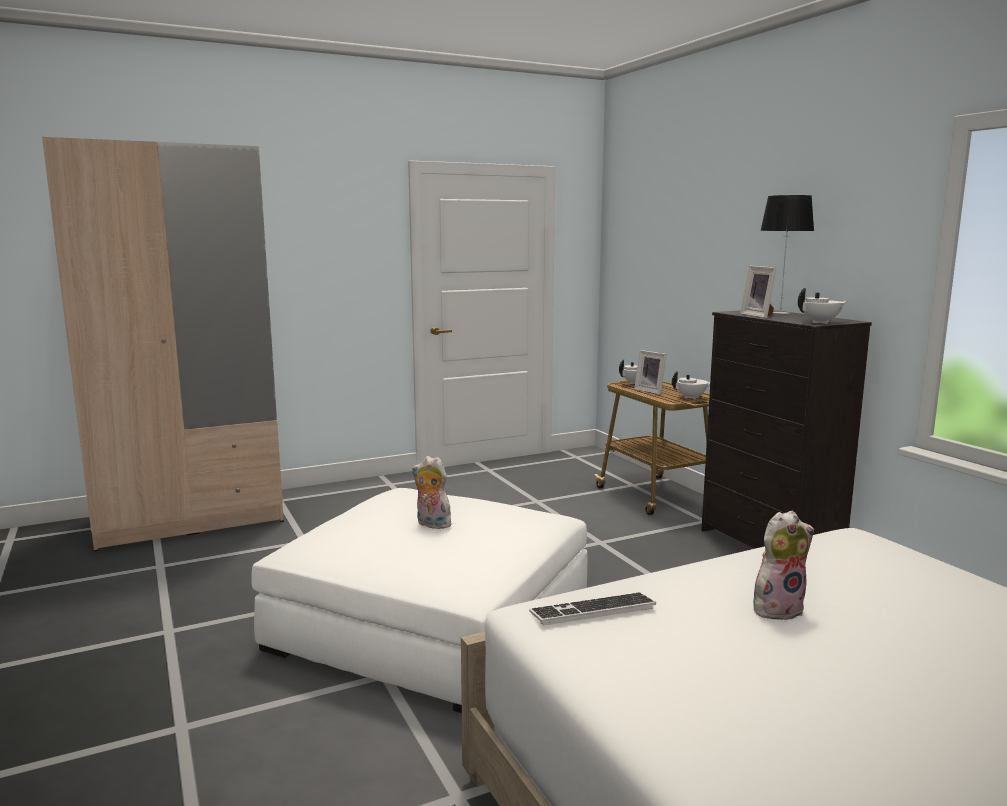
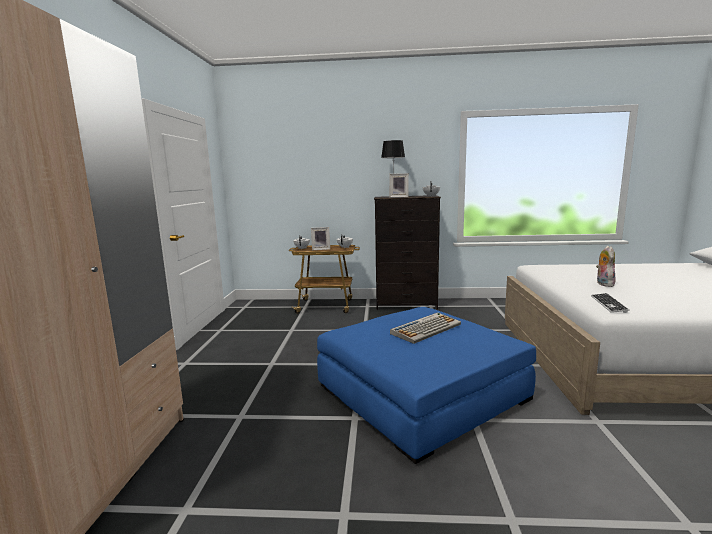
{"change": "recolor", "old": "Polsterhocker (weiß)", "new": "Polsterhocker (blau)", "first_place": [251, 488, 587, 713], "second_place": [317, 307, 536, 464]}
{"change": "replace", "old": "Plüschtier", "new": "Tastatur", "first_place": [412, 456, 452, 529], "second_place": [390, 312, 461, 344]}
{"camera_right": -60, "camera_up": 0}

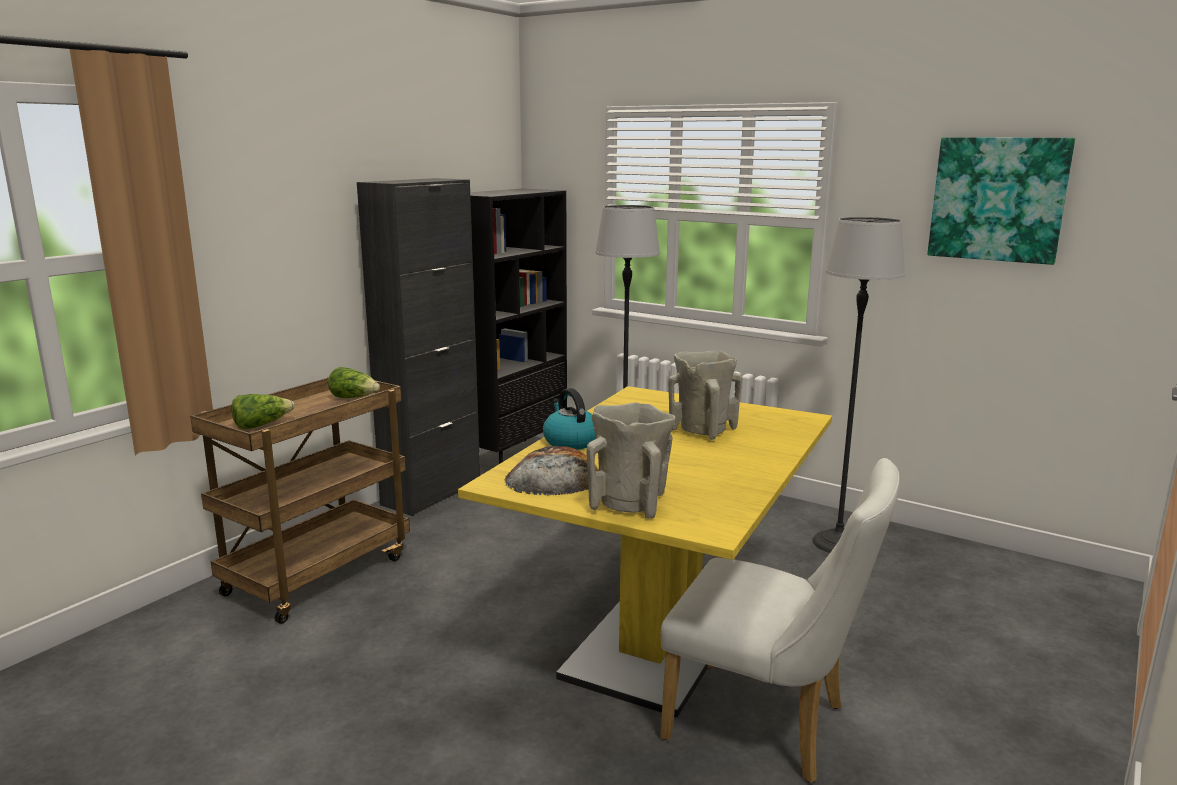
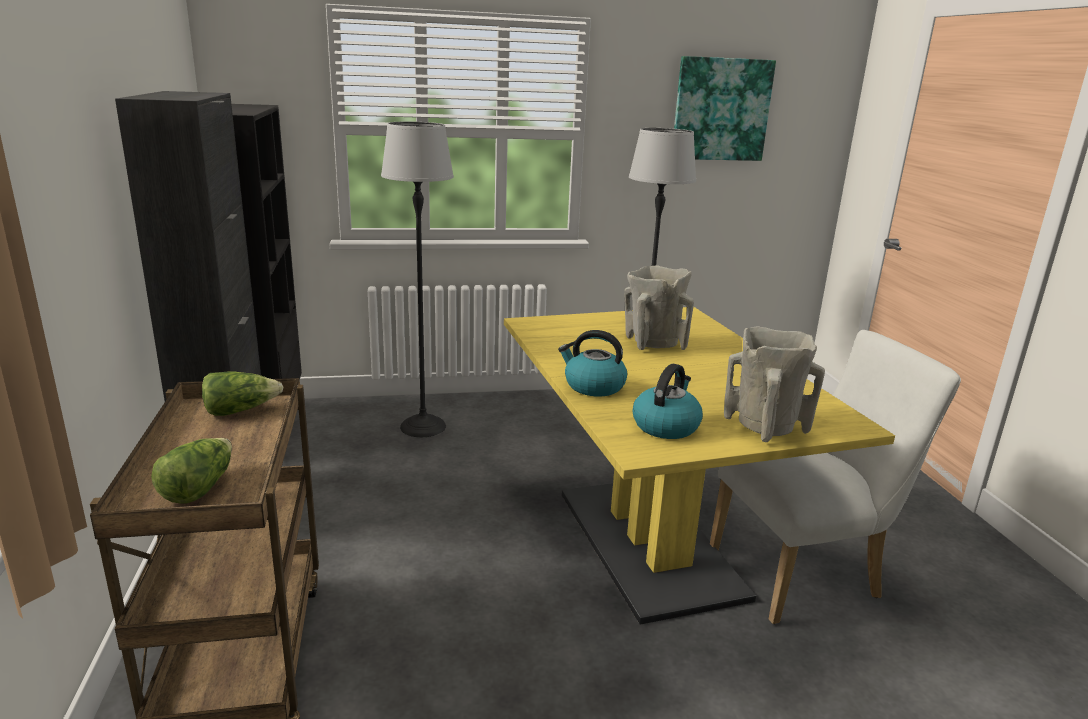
{"change": "replace", "old": "Brot", "new": "Wasserkessel", "first_place": [505, 446, 599, 495], "second_place": [633, 364, 703, 439]}
{"camera_right": -45, "camera_up": 5}

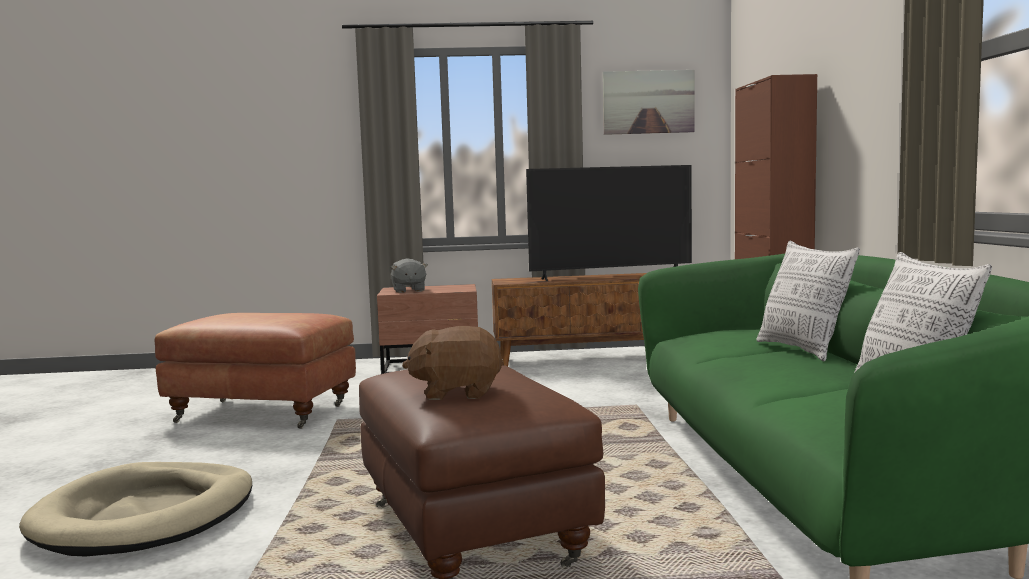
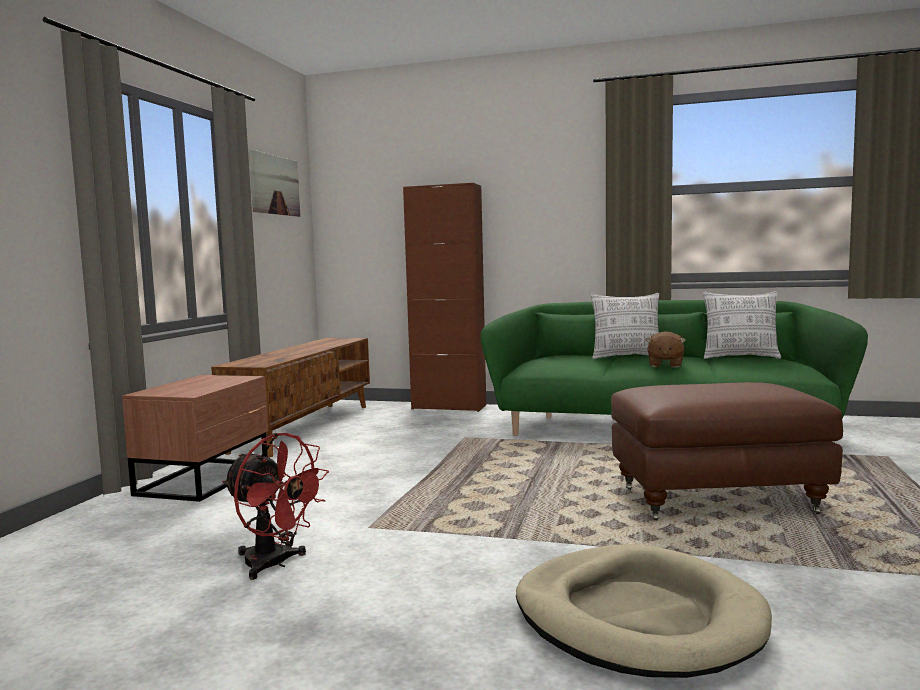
{"change": "replace", "old": "Polsterhocker (braun)", "new": "Ventilator (rot)", "first_place": [155, 313, 356, 429], "second_place": [223, 433, 329, 580]}
{"change": "move", "old": "Plüschtier (braun)", "first_place": [402, 326, 504, 400], "second_place": [645, 331, 686, 368]}
{"change": "delete", "old": "Plüschtier (grau)", "first_place": [391, 258, 428, 293]}
{"change": "delete", "old": "Fernseher", "first_place": [526, 165, 692, 281]}
{"camera_right": -70, "camera_up": 0}

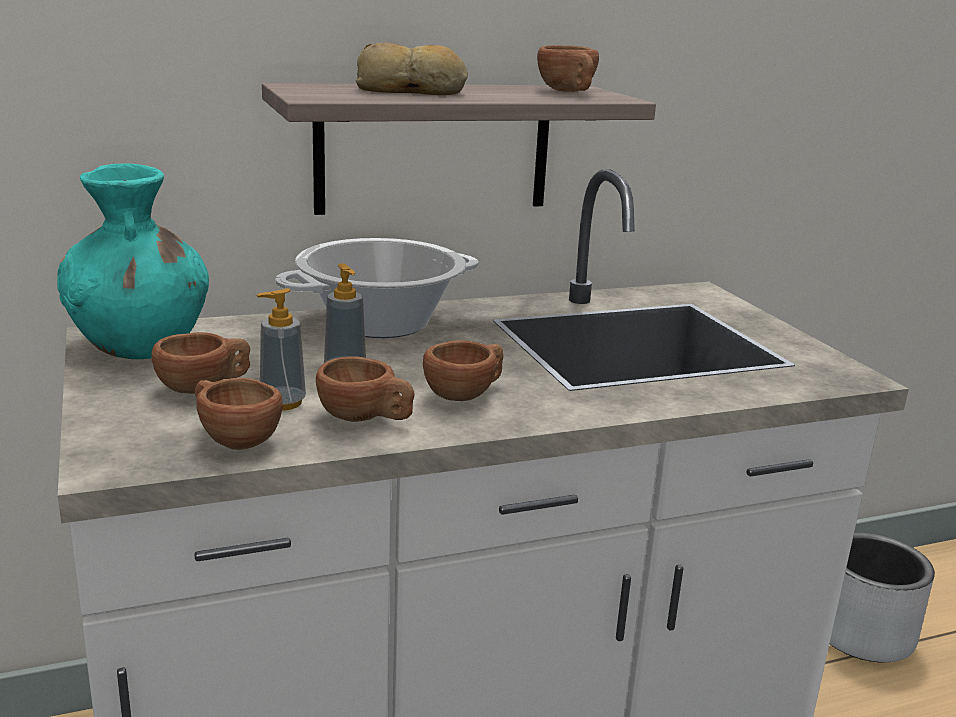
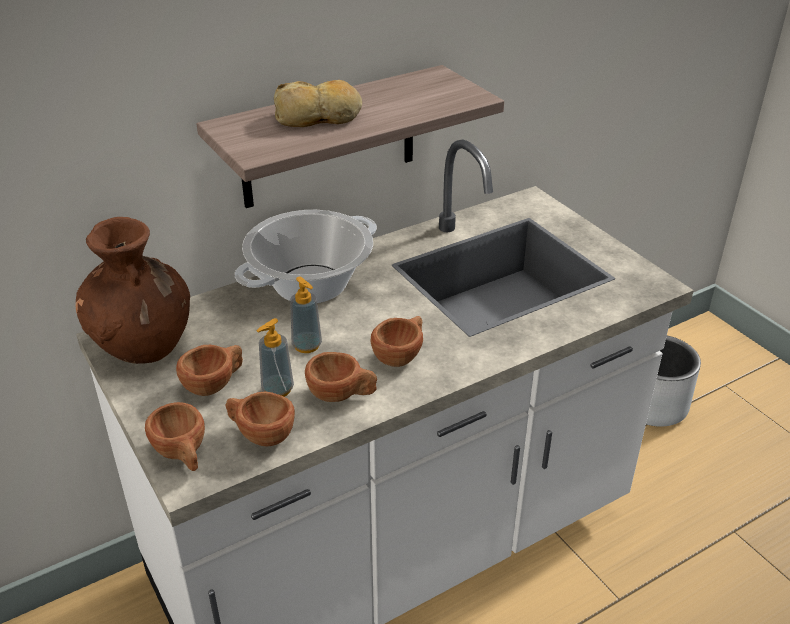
{"change": "recolor", "old": "Vase (türkis)", "new": "Vase (braun)", "first_place": [57, 163, 209, 359], "second_place": [76, 217, 190, 364]}
{"change": "move", "old": "Tasse (braun)", "first_place": [537, 45, 599, 92], "second_place": [145, 402, 205, 471]}
{"camera_right": -10, "camera_up": 15}

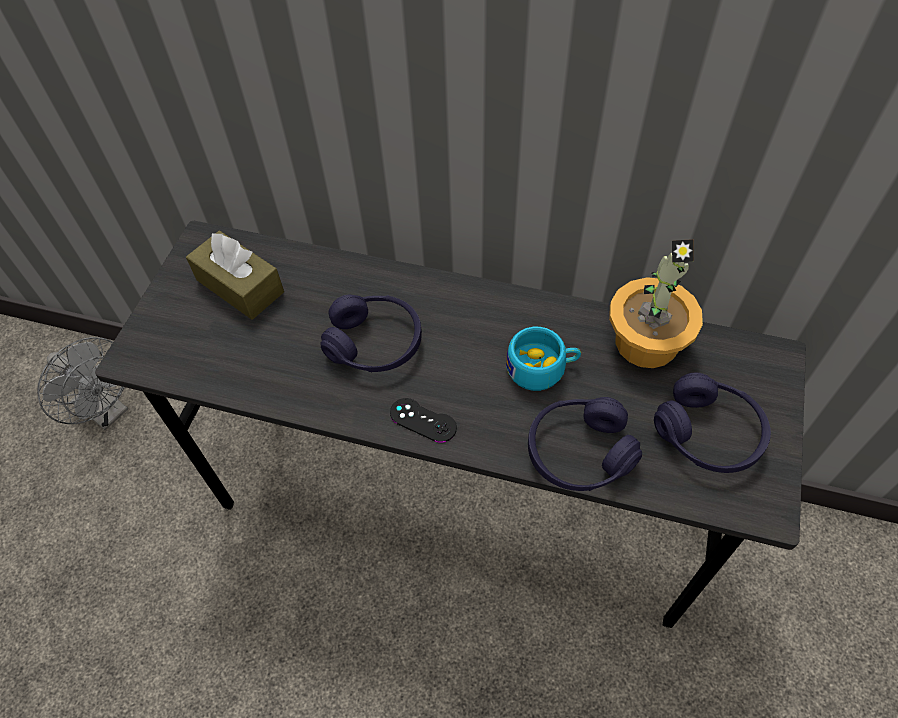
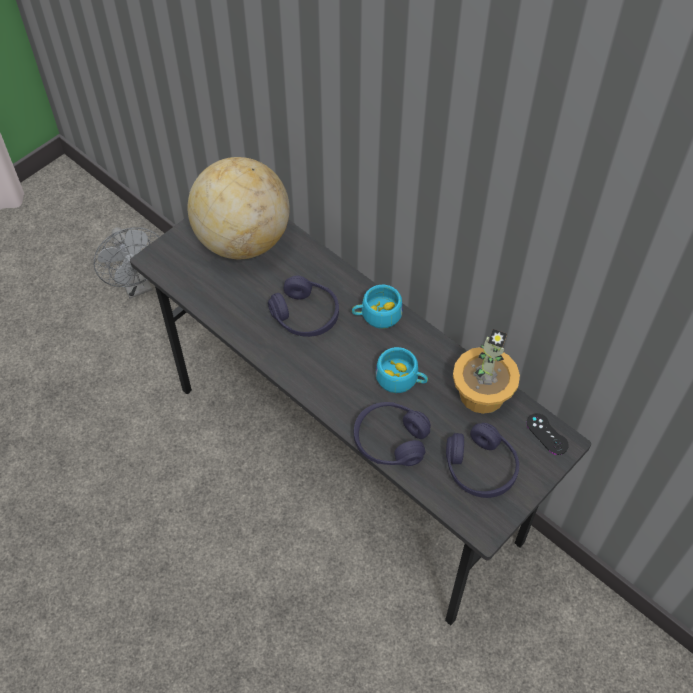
{"change": "replace", "old": "Taschentuchbox (braun)", "new": "Globus", "first_place": [186, 231, 284, 320], "second_place": [188, 157, 290, 259]}
{"change": "insert", "new": "Tasse (türkis)", "second_place": [352, 285, 403, 329]}
{"change": "move", "old": "Gamepad (schwarz)", "first_place": [390, 398, 457, 443], "second_place": [526, 413, 569, 455]}
{"camera_right": 25, "camera_up": 0}

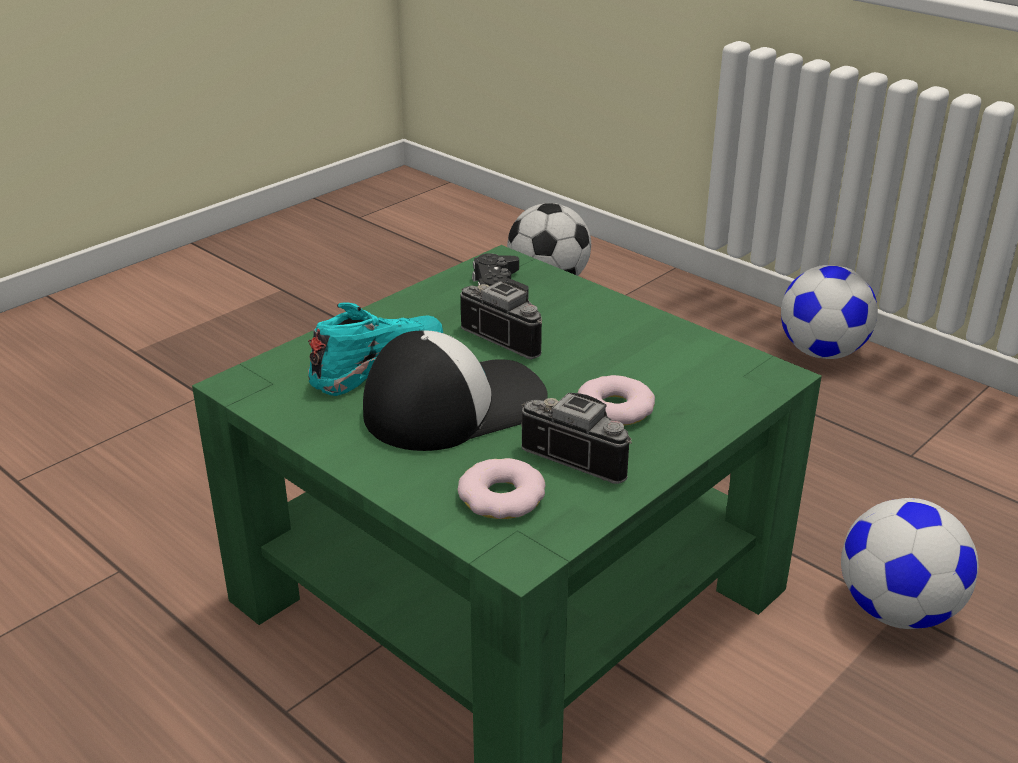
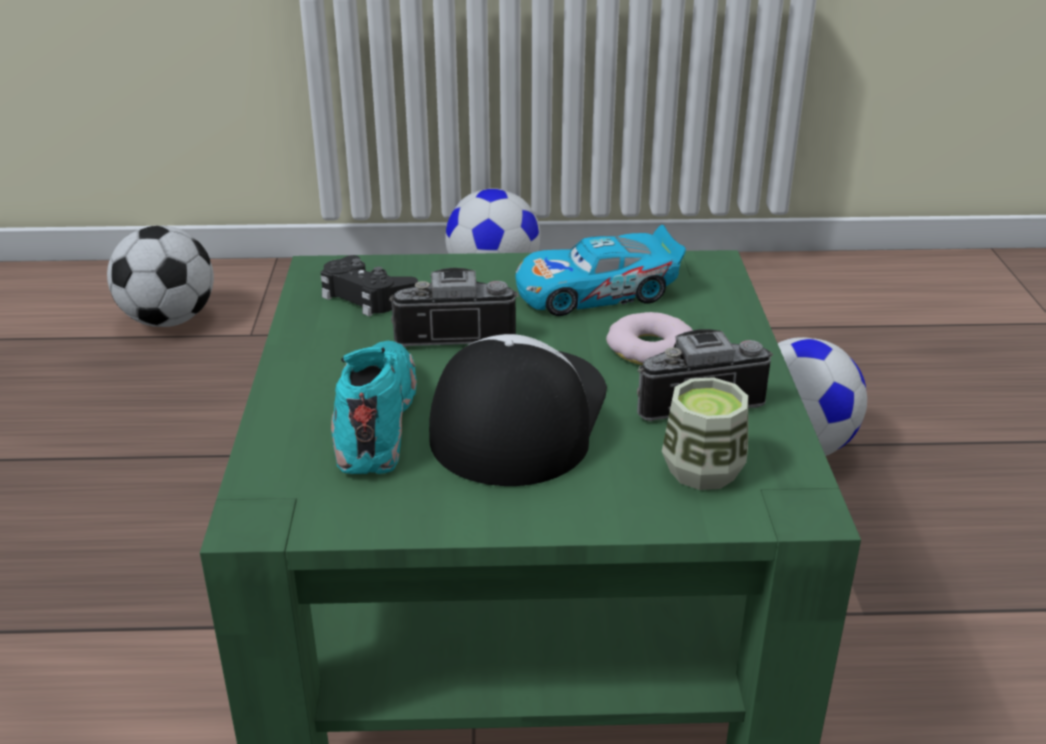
{"change": "insert", "new": "Spielzeugauto", "second_place": [515, 225, 686, 316]}
{"change": "replace", "old": "Donut", "new": "Tasse", "first_place": [458, 458, 545, 519], "second_place": [662, 377, 748, 490]}
{"camera_right": -45, "camera_up": 0}

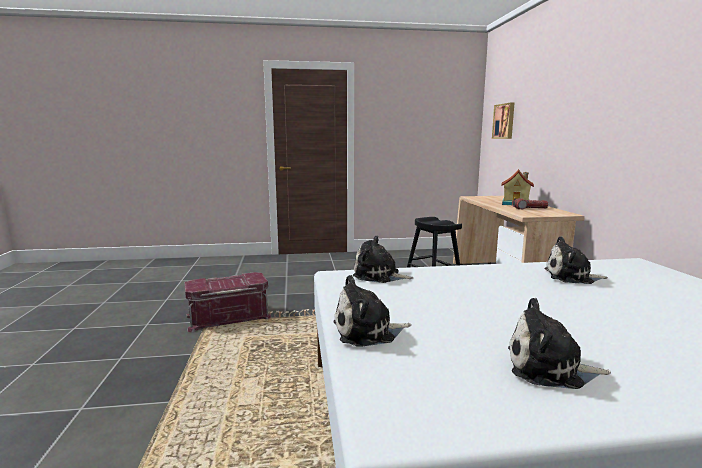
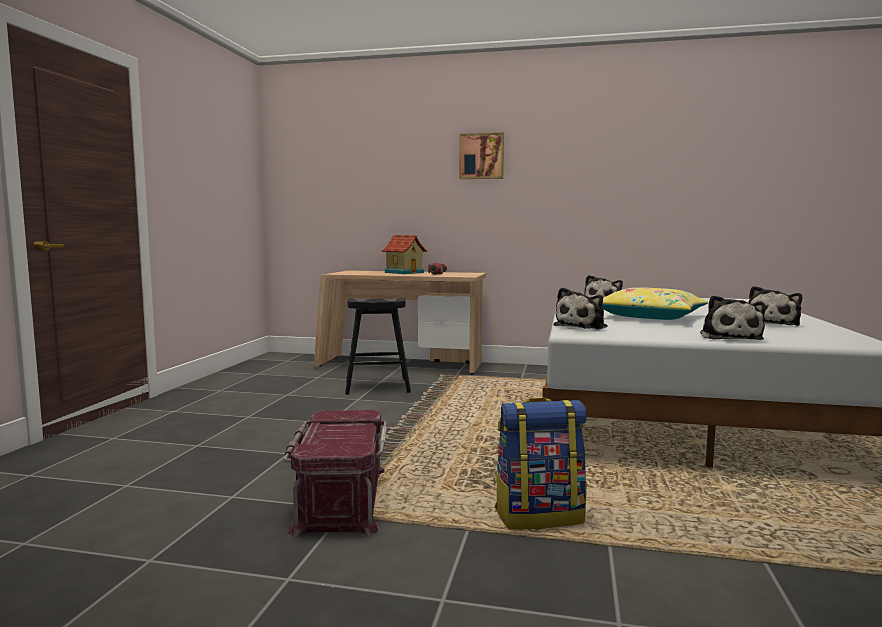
{"change": "move", "old": "Bild", "first_place": [492, 103, 514, 139], "second_place": [459, 133, 504, 179]}
{"change": "insert", "new": "Rucksack", "second_place": [495, 398, 587, 529]}
{"change": "insert", "new": "Kissen (gelb)", "second_place": [602, 287, 708, 320]}
{"camera_right": -70, "camera_up": -5}

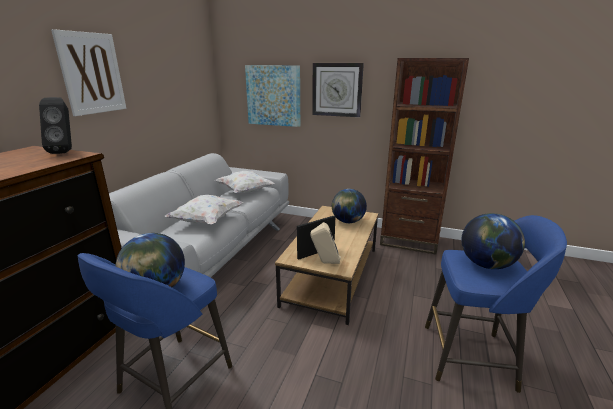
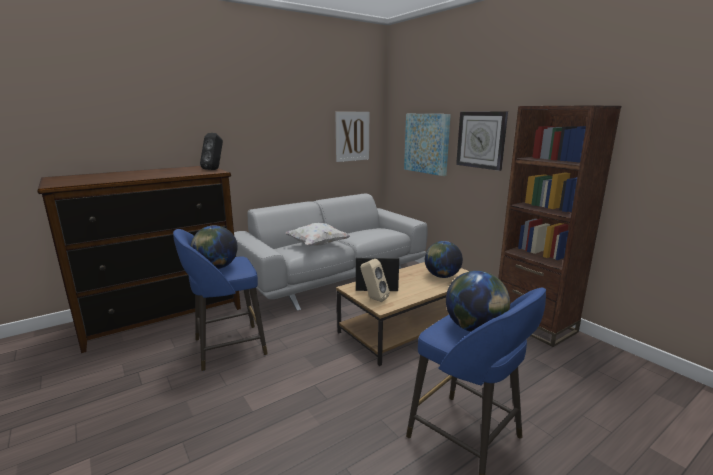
{"change": "move", "old": "Bild", "first_place": [51, 29, 126, 116], "second_place": [335, 112, 369, 162]}
{"change": "delete", "old": "Kissen (weiß)", "first_place": [215, 171, 275, 194]}
{"camera_right": 35, "camera_up": -5}

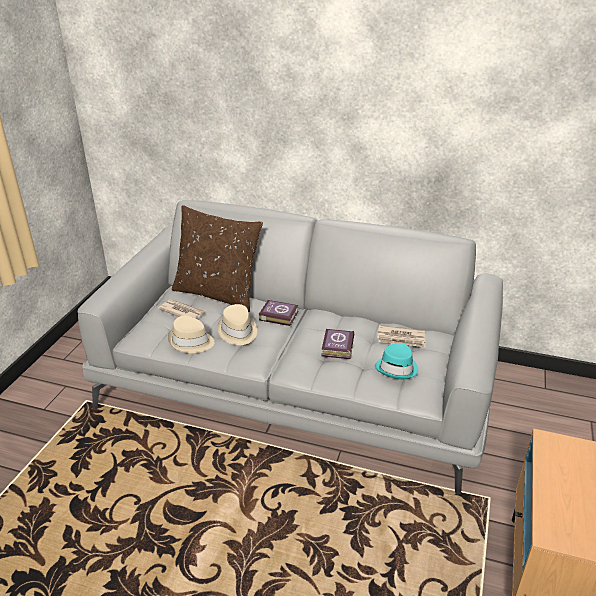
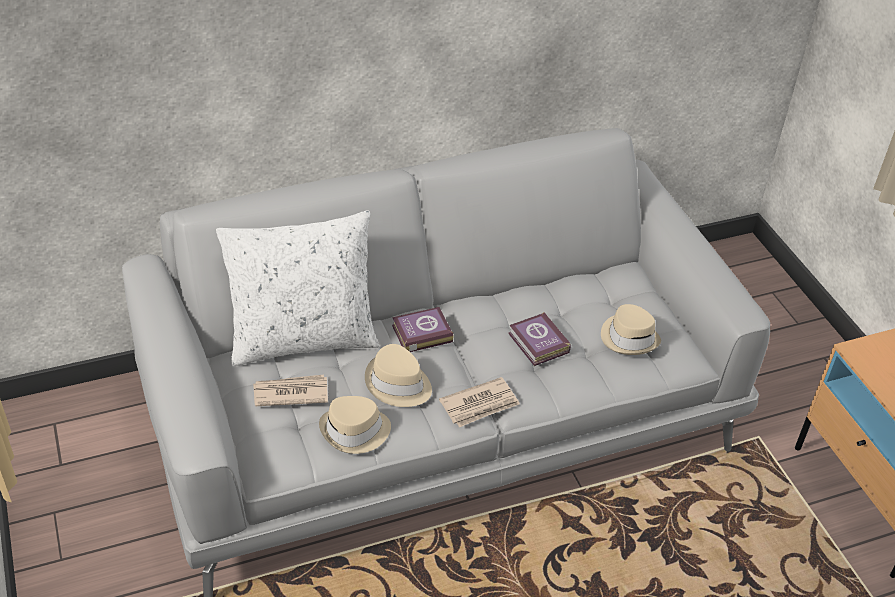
{"change": "recolor", "old": "Kissen (braun)", "new": "Kissen (weiß)", "first_place": [172, 205, 263, 312], "second_place": [216, 211, 379, 366]}
{"change": "move", "old": "Zeitung", "first_place": [377, 325, 426, 348], "second_place": [439, 377, 520, 427]}
{"change": "recolor", "old": "Hut (türkis)", "new": "Hut (beige)", "first_place": [375, 343, 418, 379], "second_place": [601, 304, 661, 355]}
{"camera_right": -40, "camera_up": 10}

